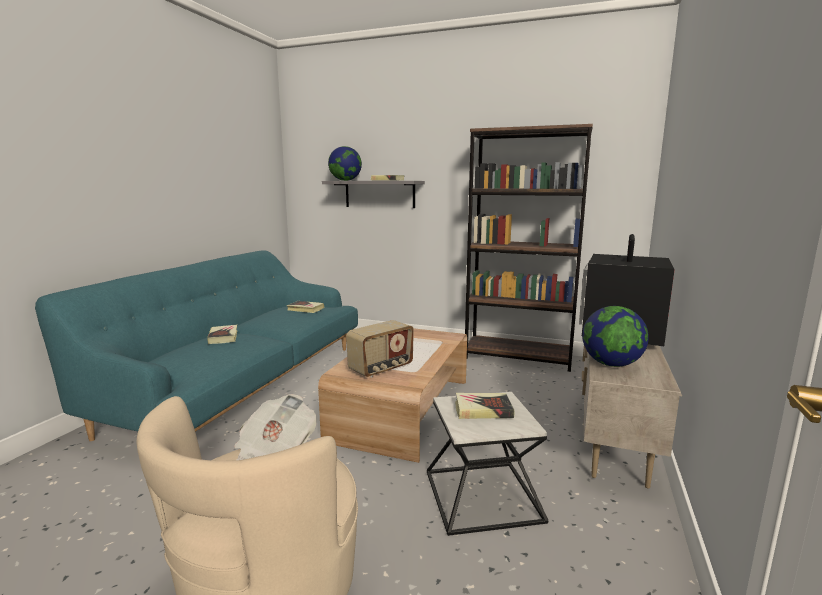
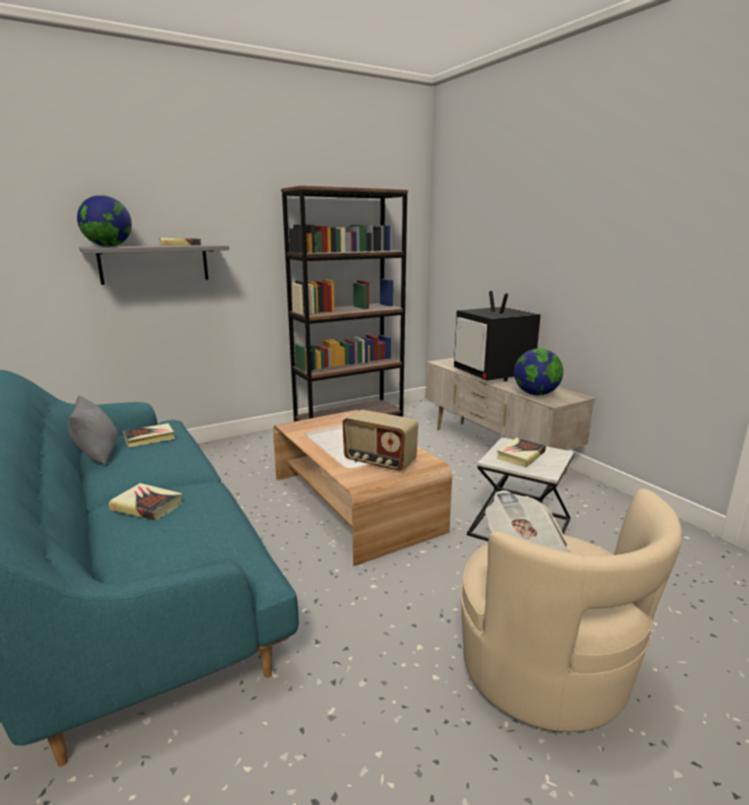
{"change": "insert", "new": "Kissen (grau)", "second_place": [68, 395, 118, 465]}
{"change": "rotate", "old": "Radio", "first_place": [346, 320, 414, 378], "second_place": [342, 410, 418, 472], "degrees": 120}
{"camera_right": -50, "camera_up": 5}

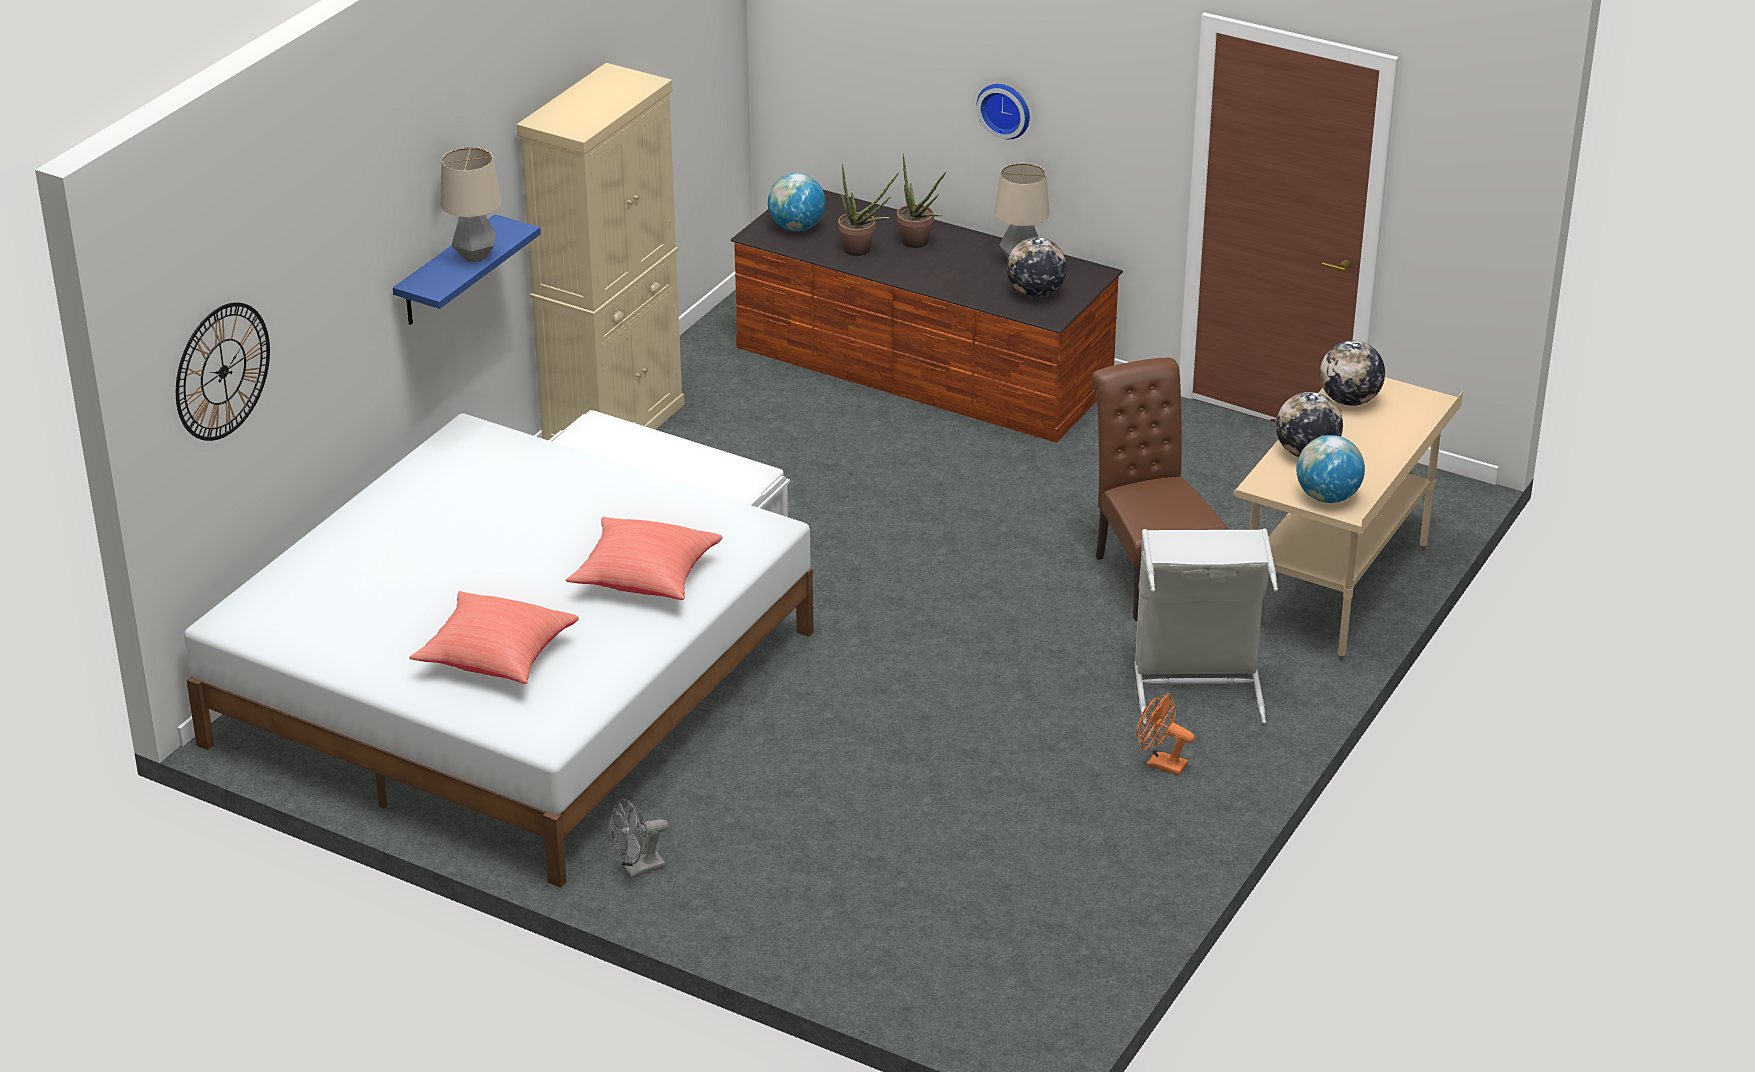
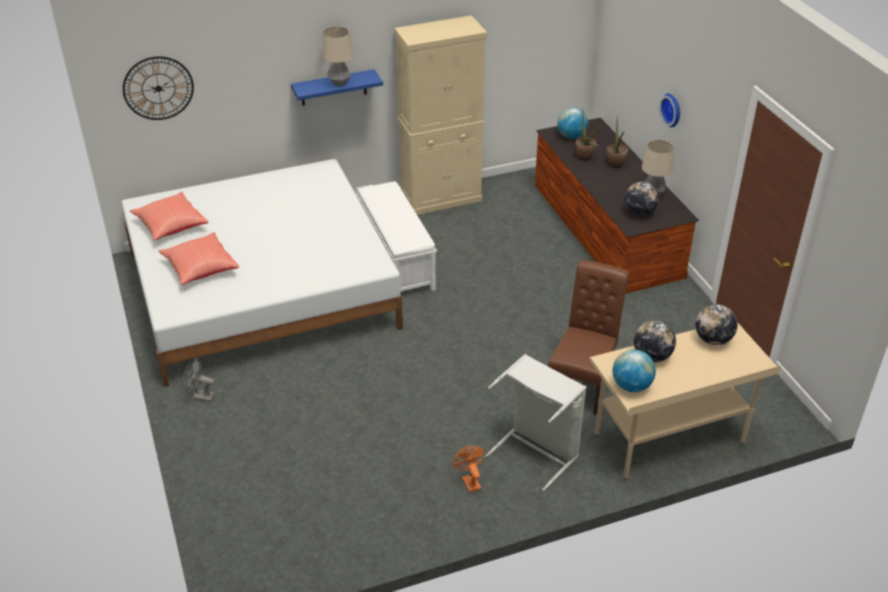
{"change": "move", "old": "Kissen (rot)", "first_place": [566, 517, 722, 600], "second_place": [130, 192, 209, 241]}
{"camera_right": 40, "camera_up": 5}

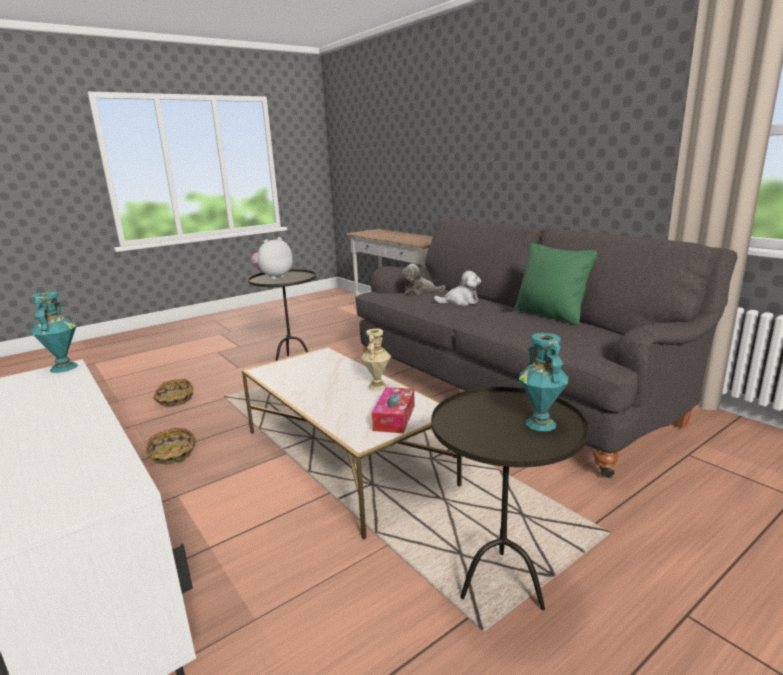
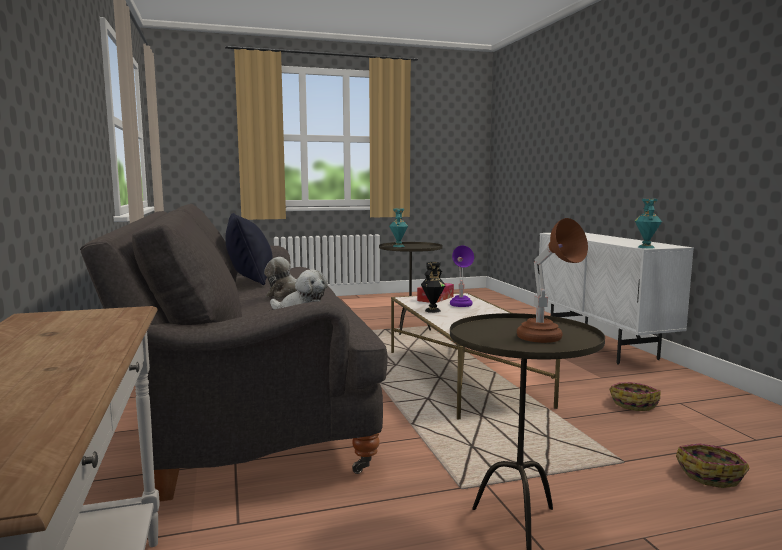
{"change": "recolor", "old": "Kissen (grün)", "new": "Kissen (schwarz)", "first_place": [514, 243, 597, 325], "second_place": [225, 213, 273, 285]}
{"change": "recolor", "old": "Vase (beige)", "new": "Vase (schwarz)", "first_place": [361, 329, 391, 390], "second_place": [421, 262, 446, 313]}
{"change": "insert", "new": "Tischlampe (lila)", "second_place": [450, 246, 474, 307]}
{"change": "replace", "old": "Plüschtier", "new": "Tischlampe (braun)", "first_place": [251, 237, 293, 280], "second_place": [517, 218, 588, 343]}
{"camera_right": -160, "camera_up": -10}

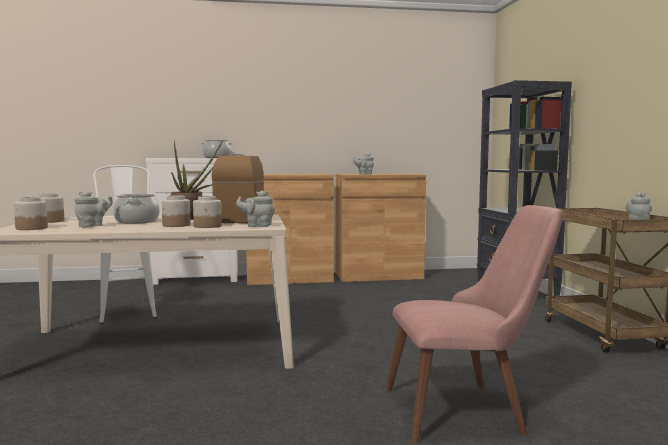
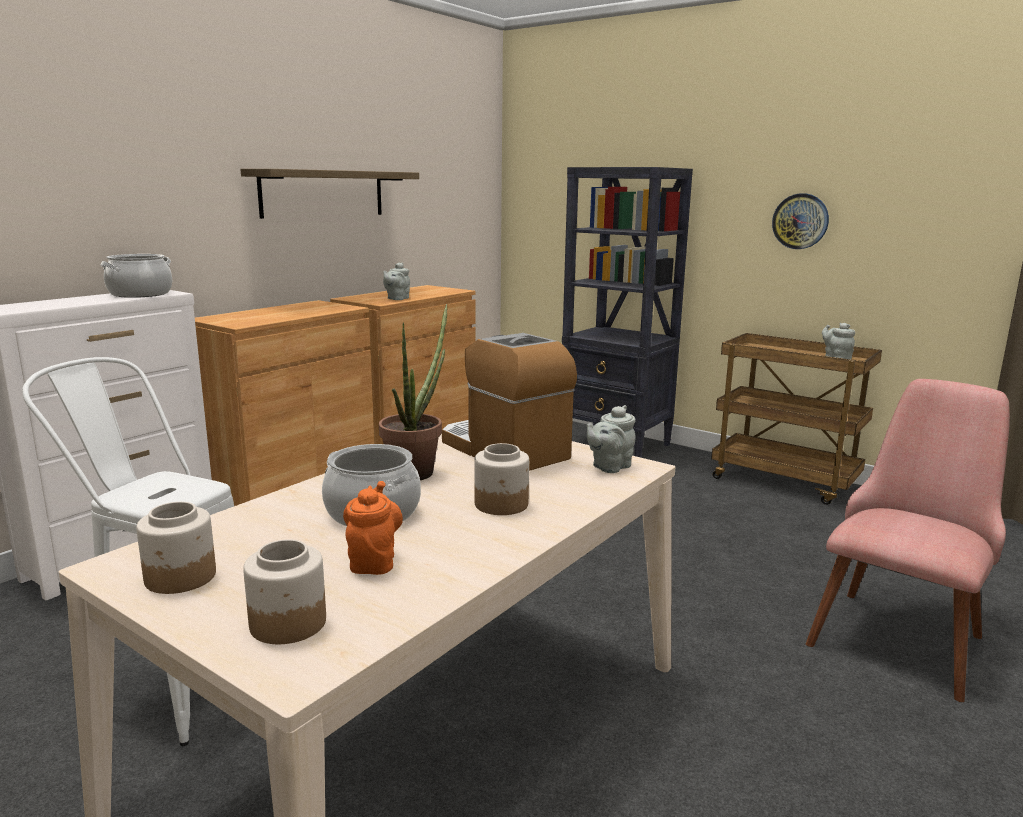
{"change": "insert", "new": "Wandregal", "second_place": [240, 169, 419, 219]}
{"change": "recolor", "old": "Teekanne (grau)", "new": "Teekanne (orange)", "first_place": [74, 191, 113, 227], "second_place": [343, 481, 403, 575]}
{"change": "insert", "new": "Wanduhr", "second_place": [772, 193, 829, 249]}
{"change": "delete", "old": "Vorratsglas", "first_place": [193, 196, 222, 228]}
{"camera_right": -45, "camera_up": 10}

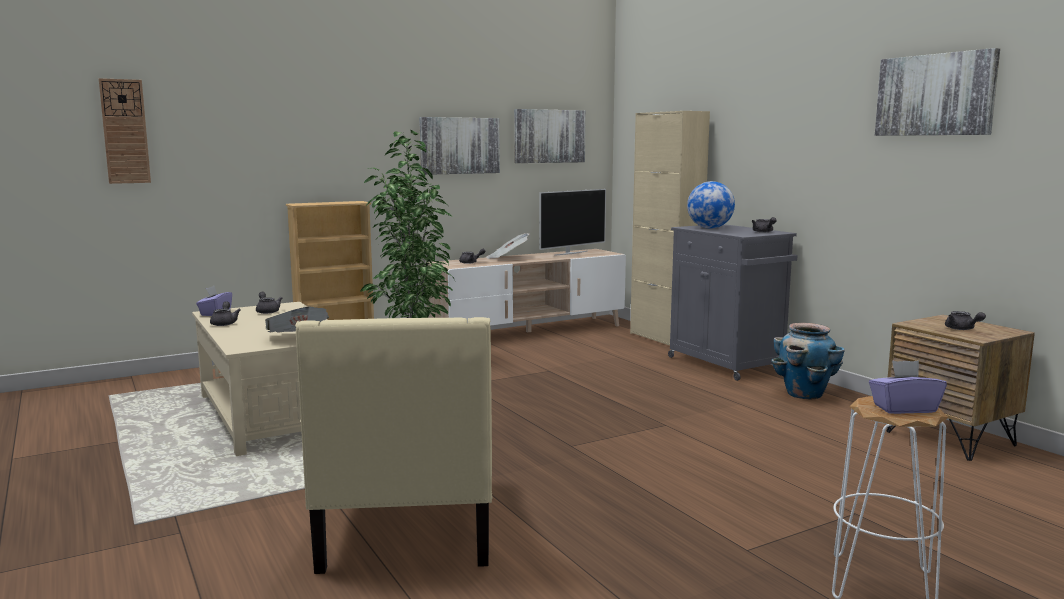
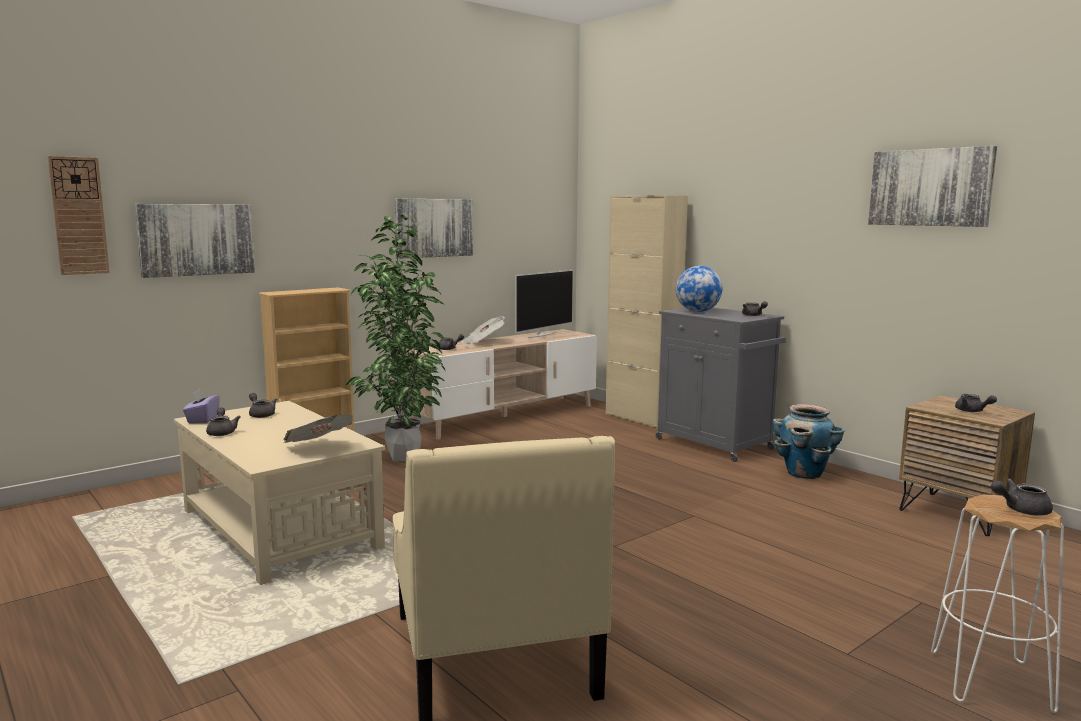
{"change": "move", "old": "Bild", "first_place": [514, 109, 586, 163], "second_place": [134, 204, 255, 278]}
{"change": "replace", "old": "Taschentuchbox (lila)", "new": "Teekanne (grau)", "first_place": [869, 360, 947, 414], "second_place": [991, 478, 1053, 515]}
{"camera_right": -10, "camera_up": 0}

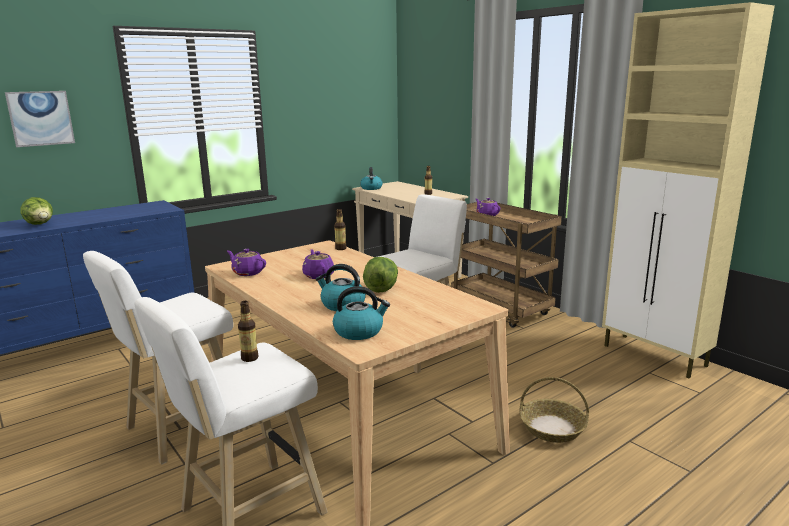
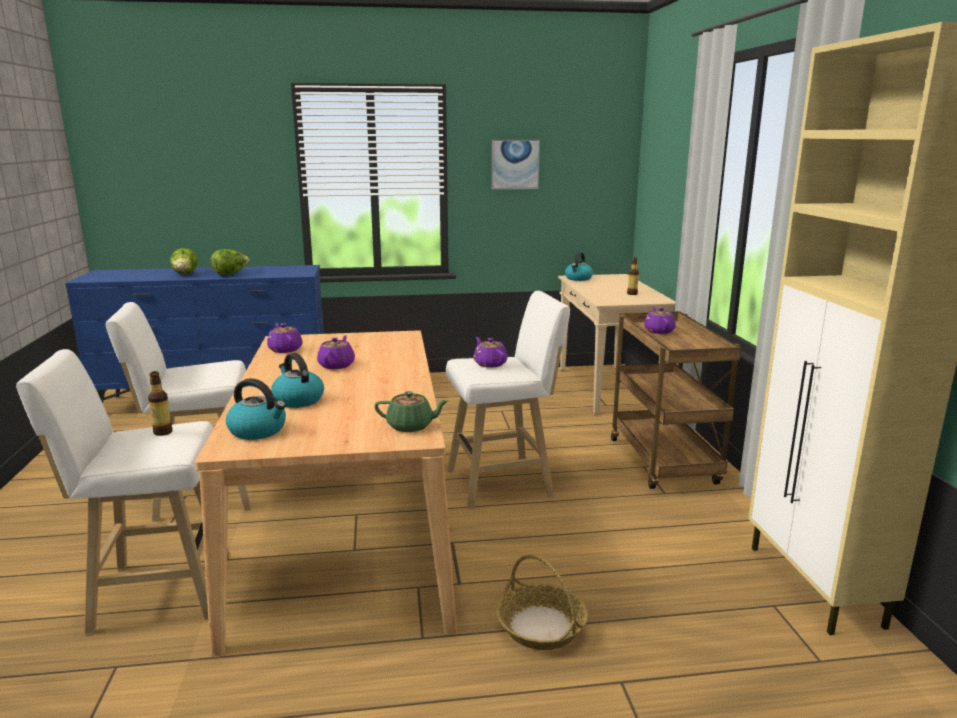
{"change": "move", "old": "Salatkopf", "first_place": [363, 257, 398, 293], "second_place": [211, 249, 250, 275]}
{"change": "insert", "new": "Teekanne (grün)", "second_place": [375, 391, 449, 432]}
{"change": "insert", "new": "Teekanne (lila)", "second_place": [473, 337, 508, 368]}
{"change": "move", "old": "Bild", "first_place": [5, 91, 75, 147], "second_place": [492, 140, 540, 190]}
{"change": "delete", "old": "Flasche", "first_place": [334, 209, 346, 250]}
{"camera_right": 30, "camera_up": 0}

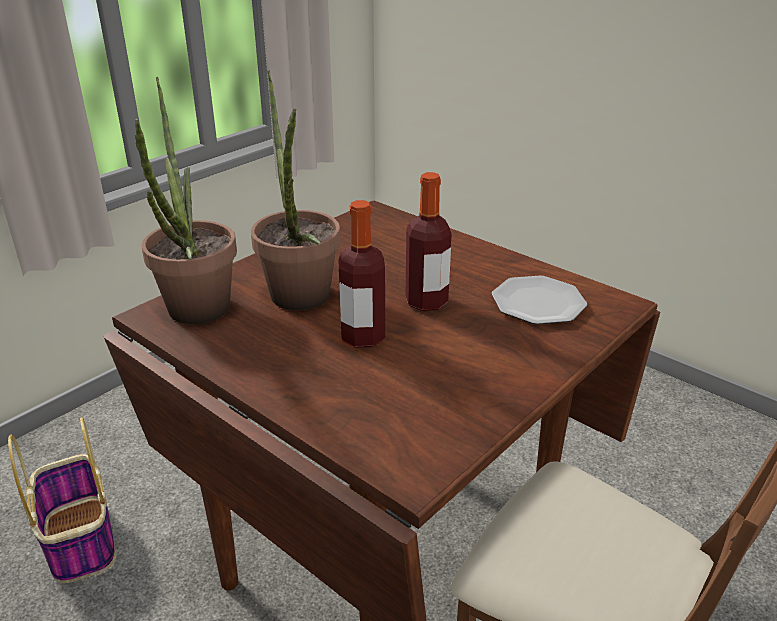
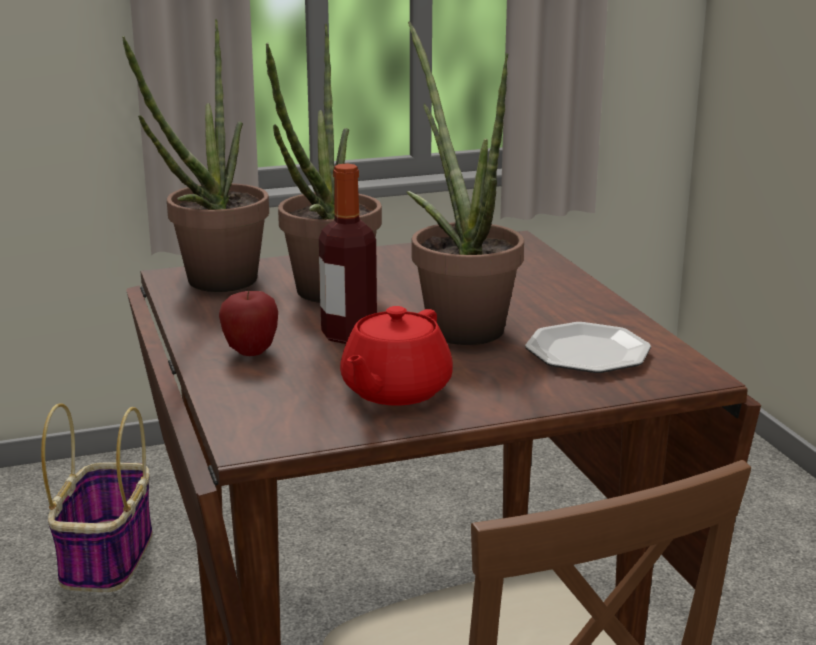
{"change": "insert", "new": "Apfel", "second_place": [219, 291, 278, 356]}
{"change": "insert", "new": "Teekanne (rot)", "second_place": [340, 306, 453, 406]}
{"change": "replace", "old": "Flasche", "new": "Topfpflanze", "first_place": [405, 172, 452, 311], "second_place": [406, 21, 524, 345]}
{"camera_right": 30, "camera_up": -10}

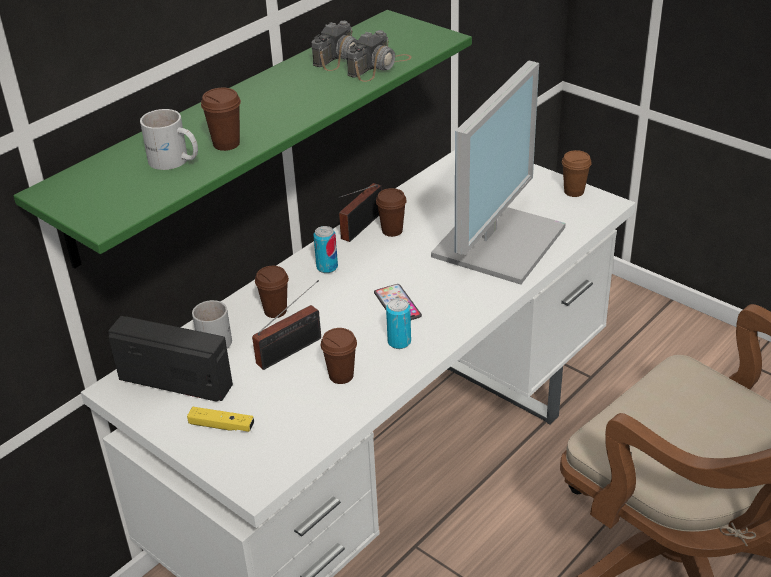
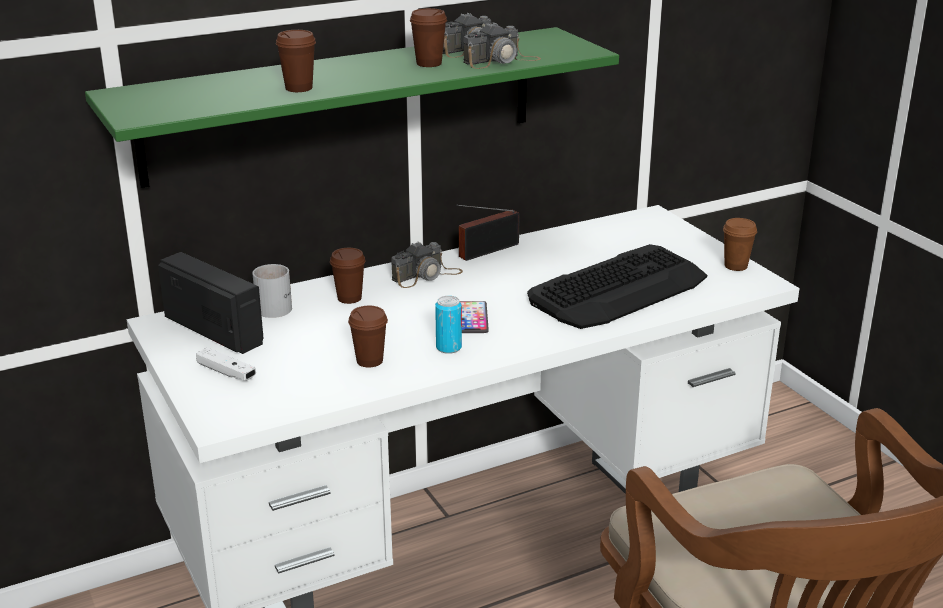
{"change": "recolor", "old": "Gamepad (gelb)", "new": "Gamepad (weiß)", "first_place": [187, 407, 254, 432], "second_place": [196, 348, 256, 381]}
{"change": "replace", "old": "Dose", "new": "Kamera", "first_place": [313, 226, 338, 273], "second_place": [391, 241, 463, 288]}
{"change": "move", "old": "Tasse (braun)", "first_place": [376, 188, 407, 237], "second_place": [410, 8, 447, 67]}
{"change": "replace", "old": "Monitor", "new": "Tastatur", "first_place": [431, 60, 566, 285], "second_place": [527, 244, 707, 329]}
{"change": "delete", "old": "Henkelbecher (weiß)", "first_place": [140, 109, 198, 170]}
{"change": "delete", "old": "Radio", "first_place": [252, 280, 321, 370]}
{"camera_right": 20, "camera_up": -10}

